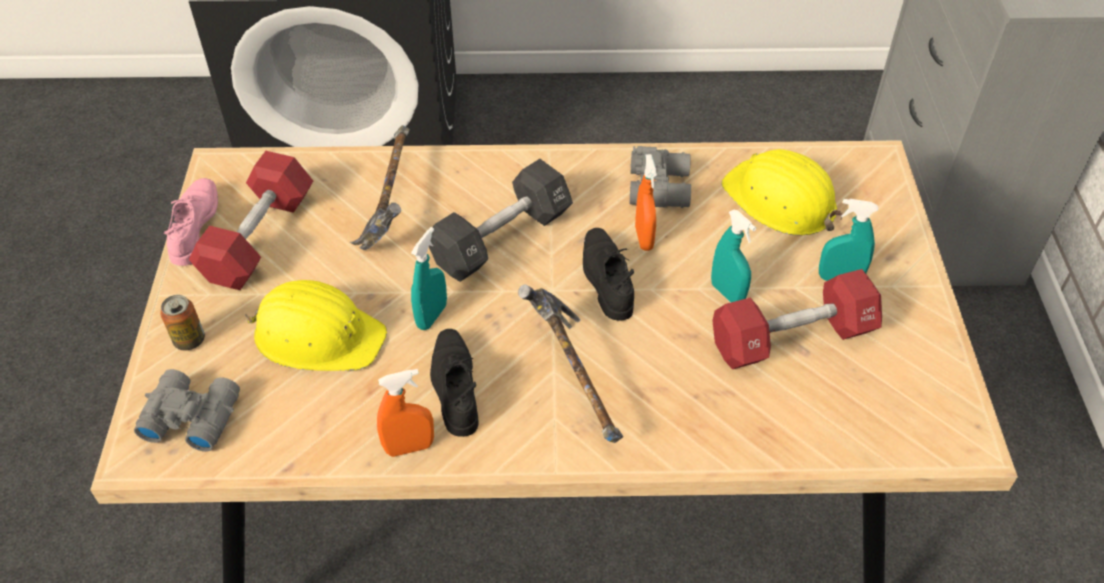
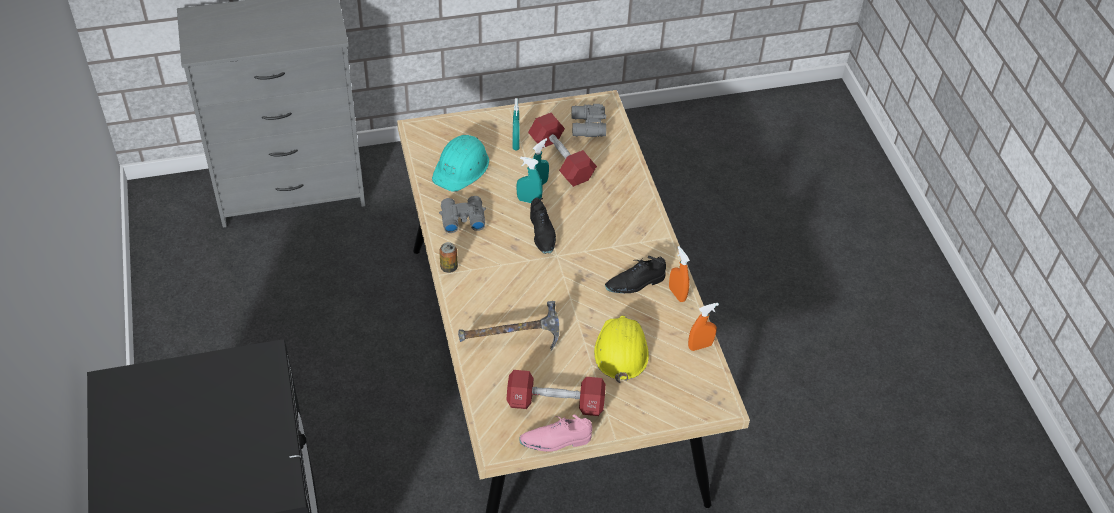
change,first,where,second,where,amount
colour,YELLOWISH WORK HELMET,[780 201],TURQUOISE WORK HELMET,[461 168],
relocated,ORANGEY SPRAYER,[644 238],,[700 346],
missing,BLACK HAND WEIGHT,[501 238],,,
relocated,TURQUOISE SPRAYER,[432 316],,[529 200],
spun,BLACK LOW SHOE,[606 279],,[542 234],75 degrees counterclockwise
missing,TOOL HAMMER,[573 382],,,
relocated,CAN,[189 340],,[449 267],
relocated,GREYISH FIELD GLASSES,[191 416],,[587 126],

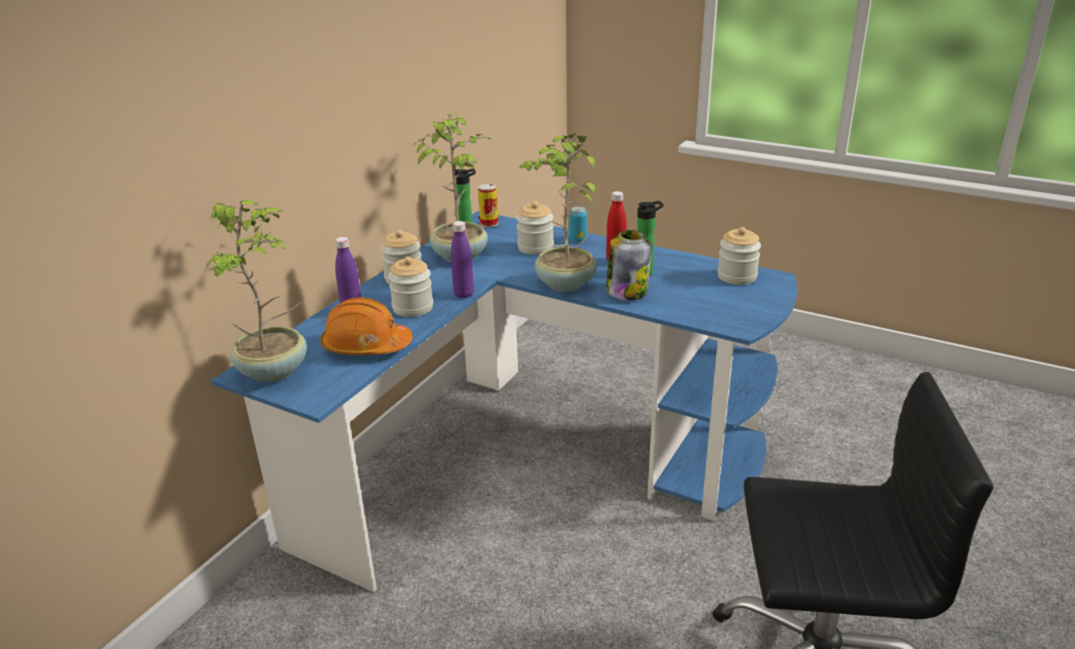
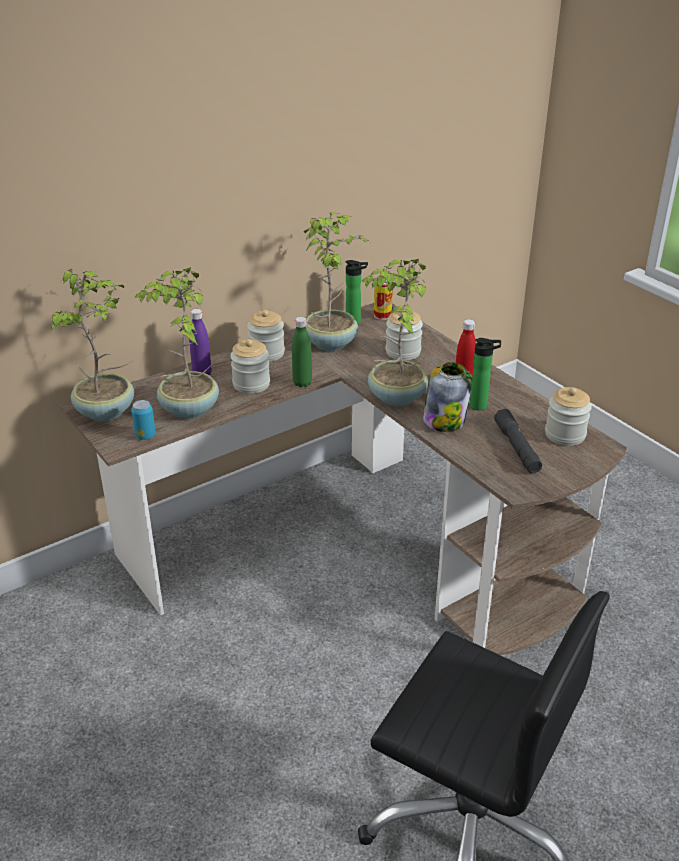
change,first,where,second,where,amount
relocated,CAN,[578 239],,[145 436],
colour,BLUE-COLOURED DESK UNIT,[528 457],BROWN-COLOURED DESK UNIT,[357 544],
colour,PURPLISH DRINK BOTTLE,[464 294],GREEN-COLOURED DRINK BOTTLE,[302 383],
exchanged,ORANGEY WORK HELMET,[366 346],PLANT IN A POT,[188 410],
appeared,,,GREYISH FLASHLIGHT,[517 447],

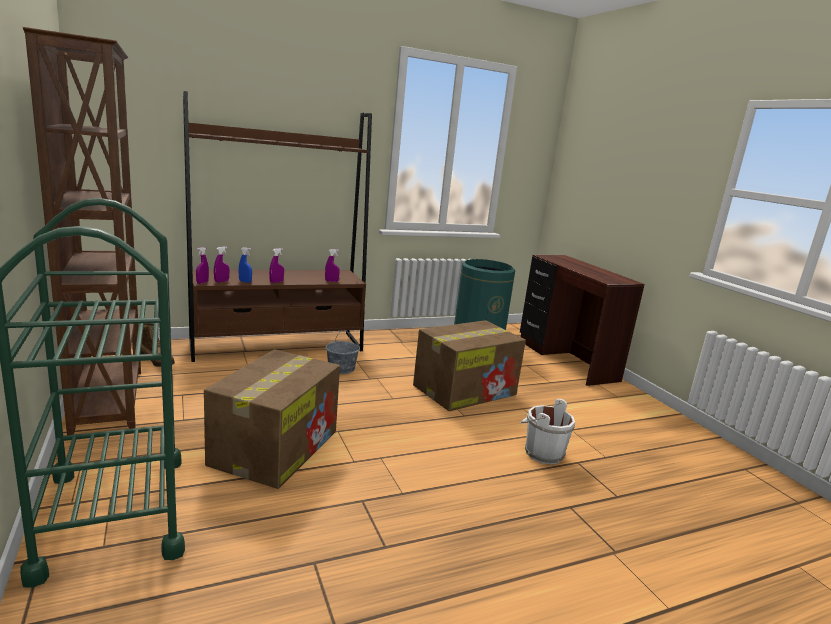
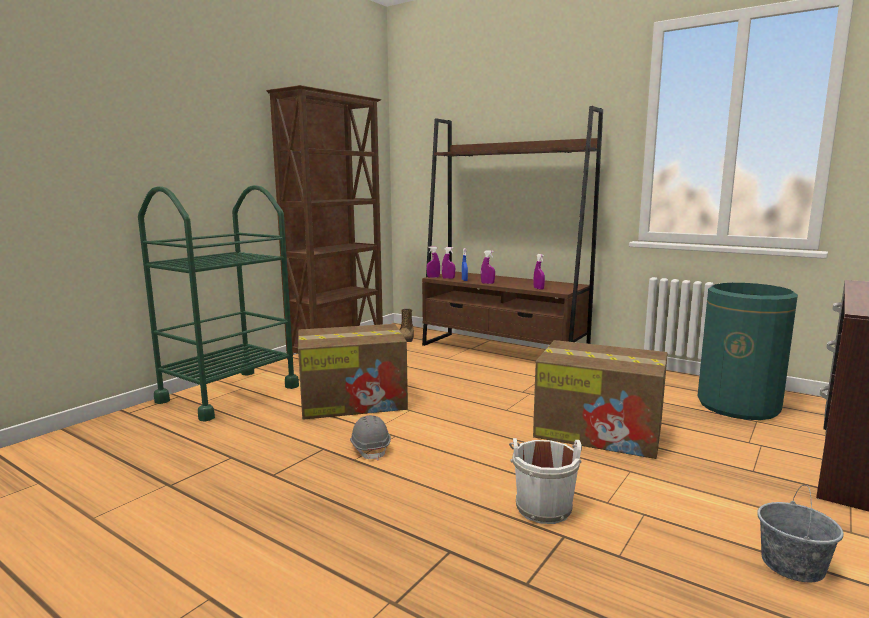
change,first,where,second,where,amount
relocated,GREYISH WATER BUCKET,[341 369],,[792 564],
appeared,,,GREYISH WORK HELMET,[370 448],

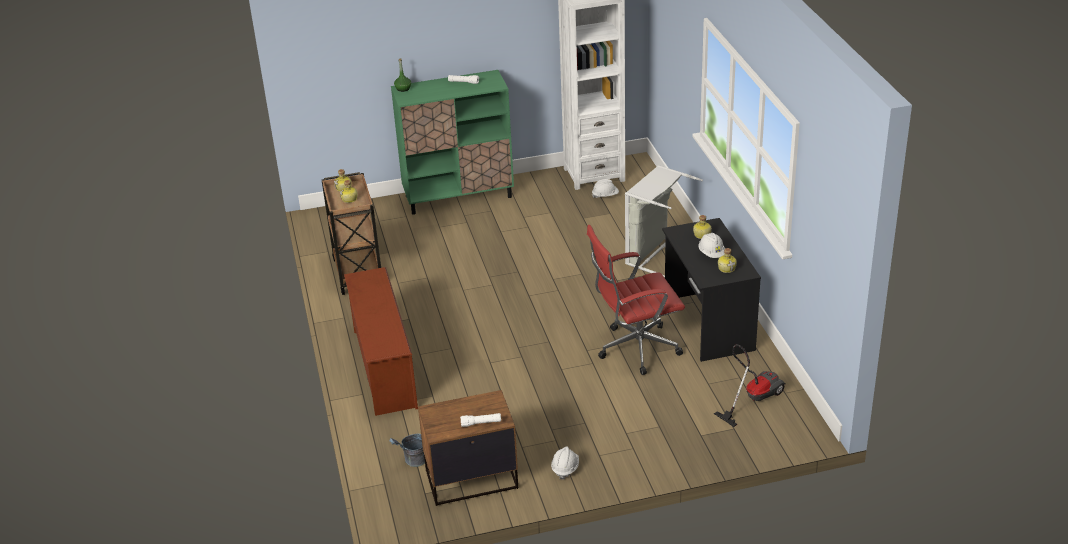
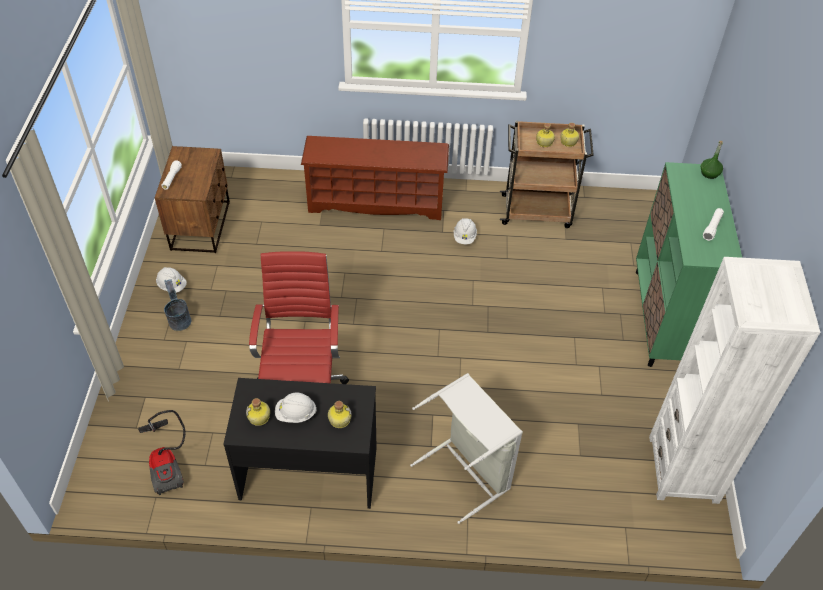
change,first,where,second,where,amount
relocated,WHITE-COLOURED WORK HELMET,[605 196],,[464 237],
relocated,GREYISH WATER BUCKET,[412 461],,[179 319],

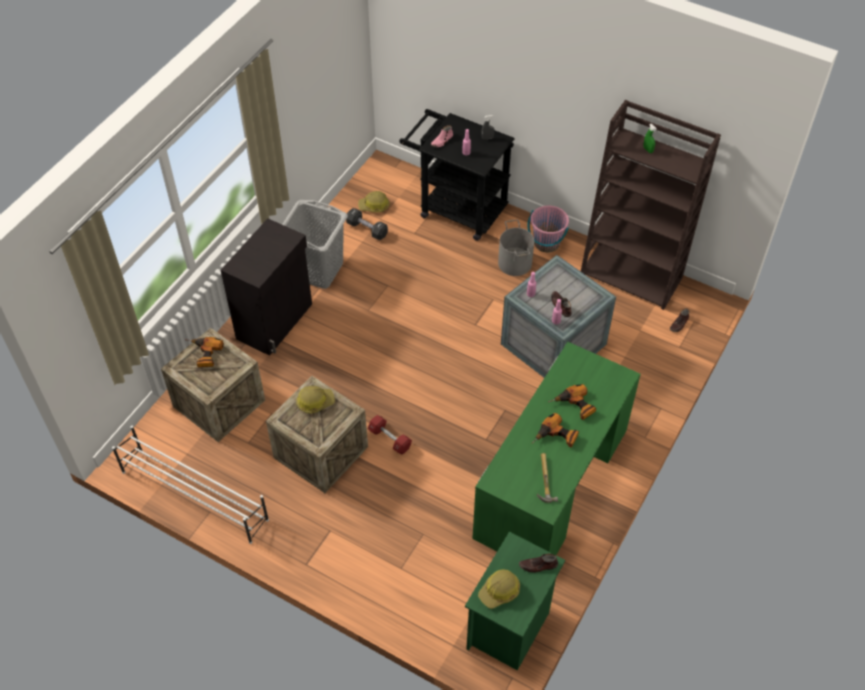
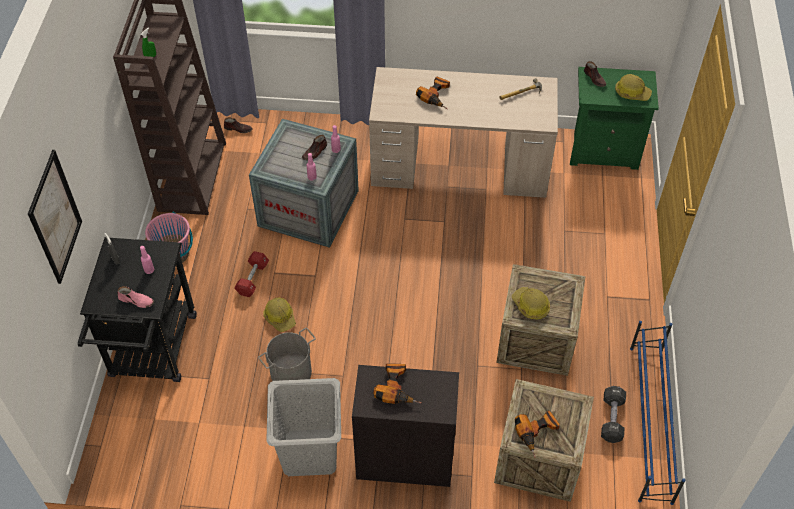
change,first,where,second,where,amount
relocated,WORK HELMET,[374 206],,[280 317],
relocated,BLACK HAND WEIGHT,[367 229],,[612 419],
relocated,GREYISH WATER BUCKET,[515 263],,[290 371],
colour,GREEN-COLOURED DESK UNIT,[550 483],BEIGE DESK UNIT,[460 165],
relocated,POWER DRILL,[556 437],,[398 387],
relocated,RED-COLOURED HAND WEIGHT,[389 439],,[252 279],
colour,WHITE-COLOURED SHOE STAND,[194 495],BLUE-COLOURED SHOE STAND,[650 423],
appeared,,,WALL ART,[55 217],

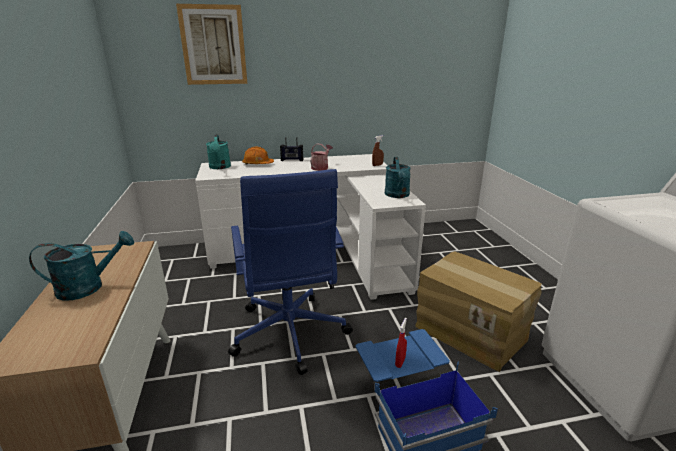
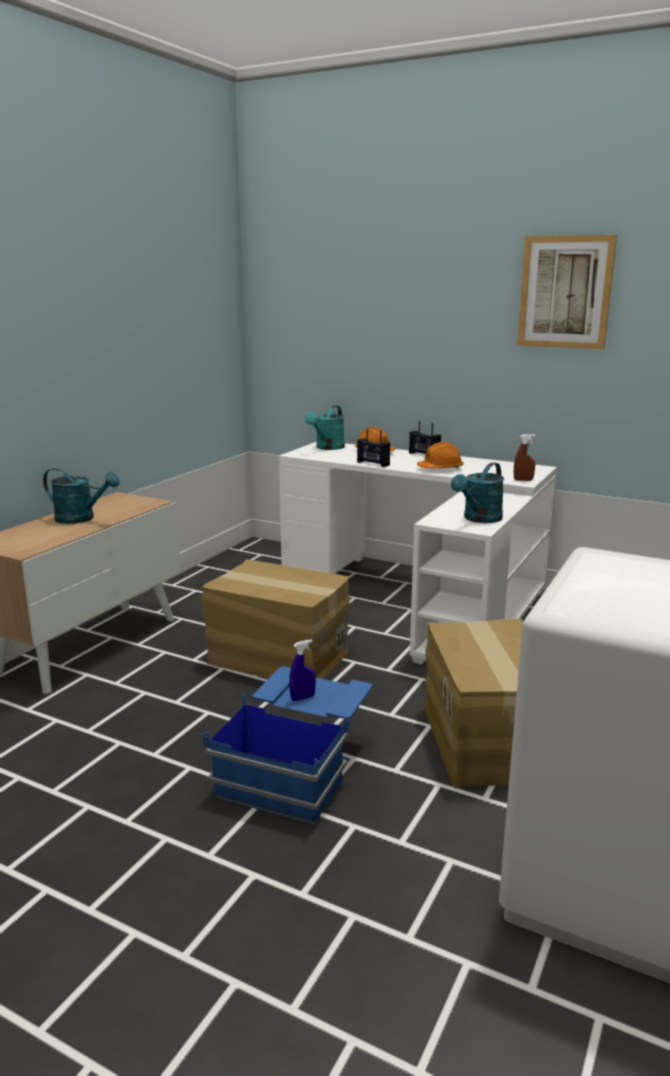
change,first,where,second,where,amount
relocated,WALL ART,[213 45],,[565 292],
exchanged,SPRINKLING CAN,[321 167],ORANGEY WORK HELMET,[440 468],
exchanged,BLUE-COLOURED DESK CHAIR,[290 335],PACKING BOX,[277 657],
colour,RED-COLOURED SPRAYER,[400 362],BLUE-COLOURED SPRAYER,[302 698],
appeared,,,RADIO RECEIVER,[373 464],

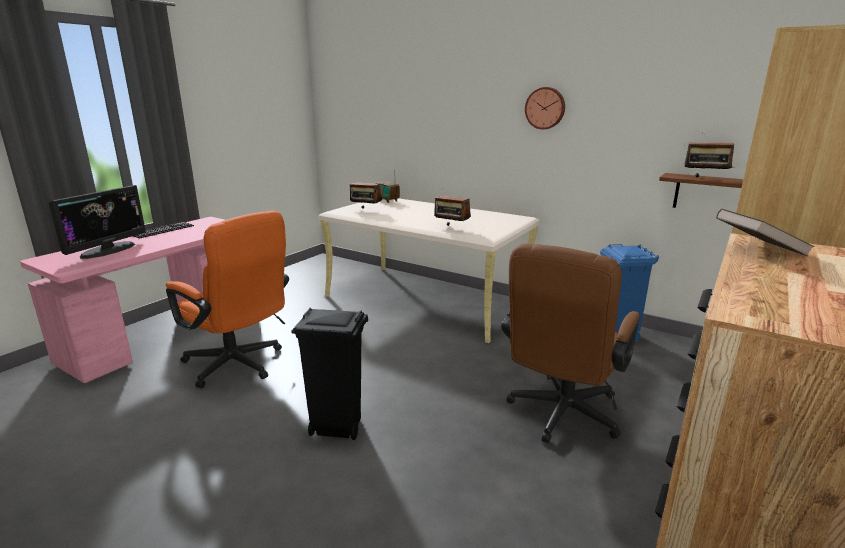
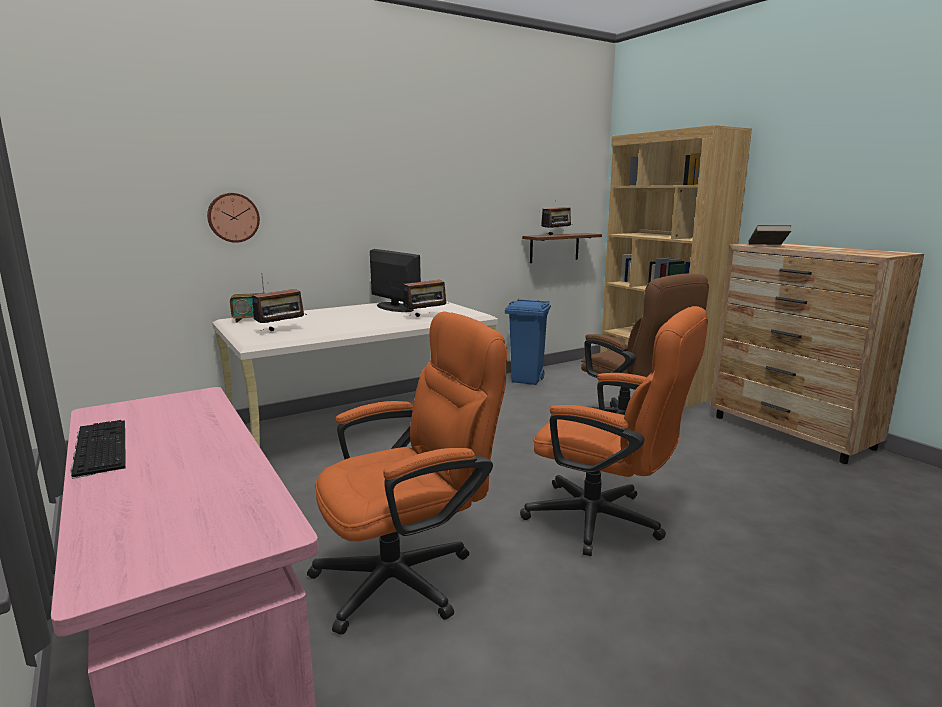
change,first,where,second,where,amount
relocated,CLOCK ON THE WALL,[545 108],,[233 217],
relocated,MONITOR,[108 250],,[394 307],
exchanged,BLACK WASTE BIN,[336 428],ORANGEY DESK CHAIR,[605 522],

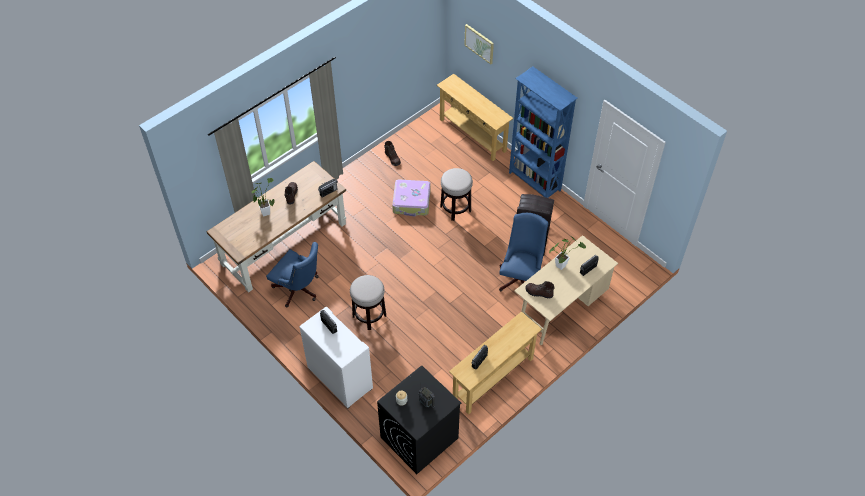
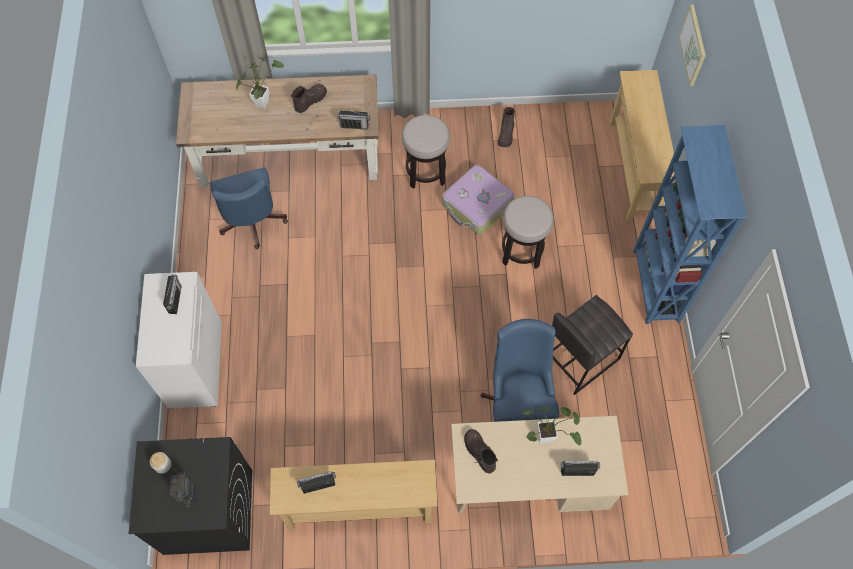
change,first,where,second,where,amount
spun,BLUE-COLOURED DESK CHAIR,[521 277],,[518 402],60 degrees counterclockwise
relocated,STOOL,[369 315],,[425 172],

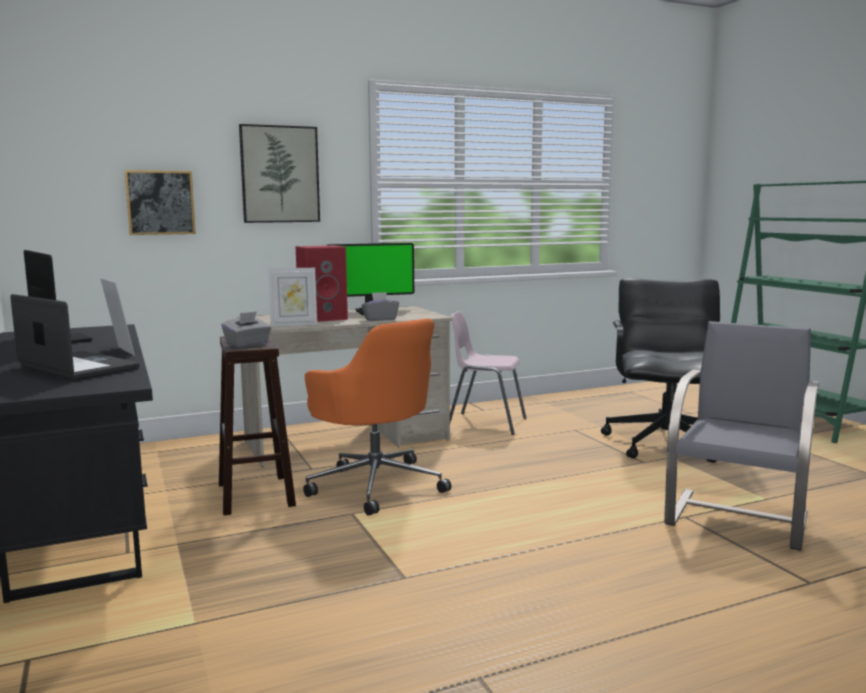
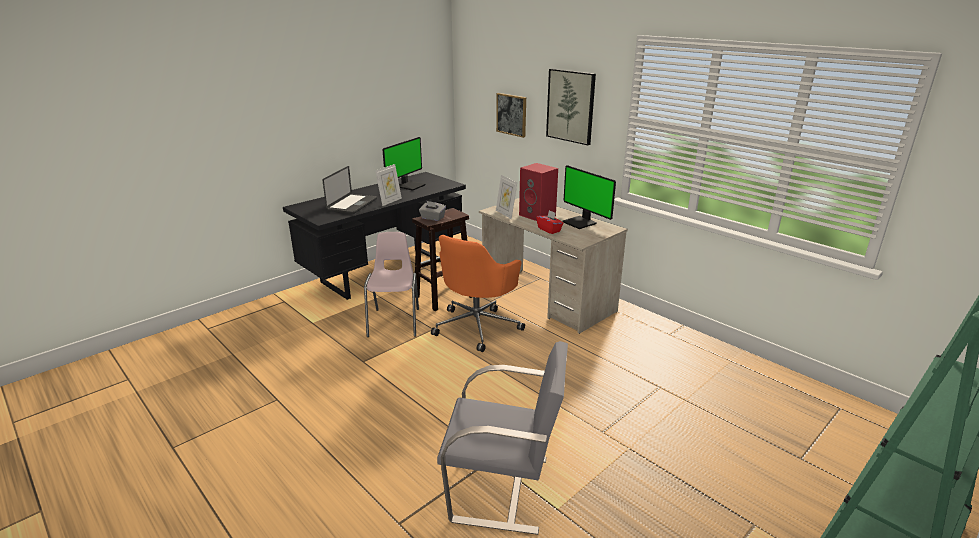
change,first,where,second,where,amount
missing,BLACK DESK CHAIR,[666 443],,,
colour,GREYISH BOX OF TISSUES,[380 319],RED-COLOURED BOX OF TISSUES,[549 230],
relocated,PINK-COLOURED CHAIR,[485 423],,[395 322],

